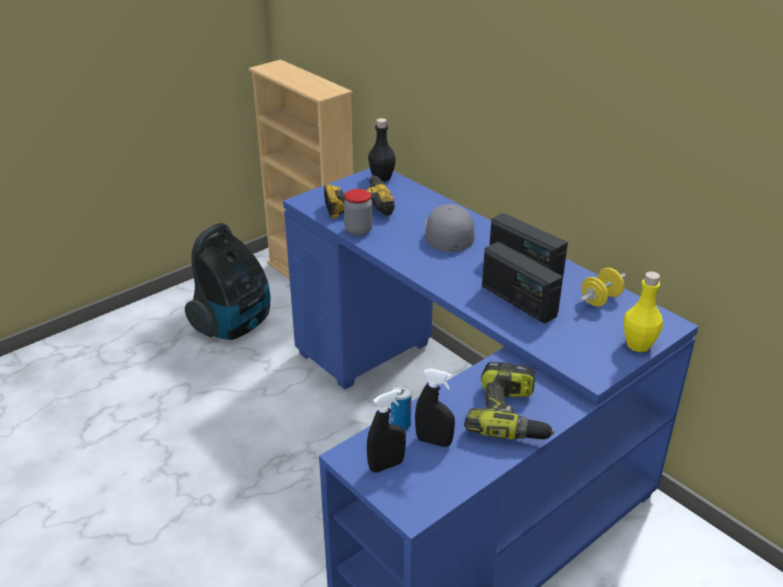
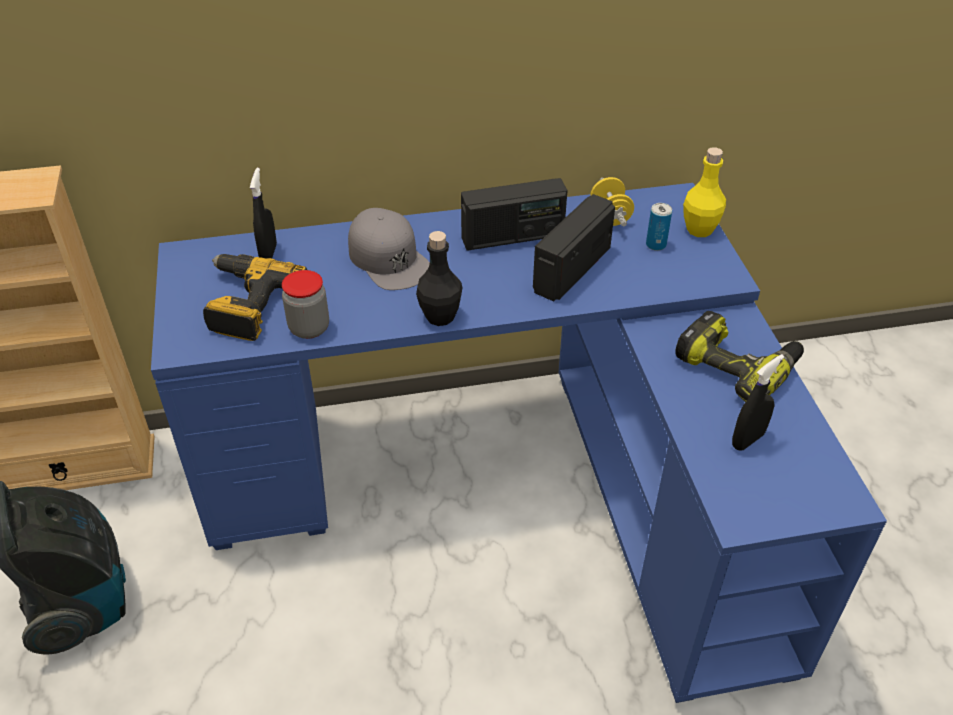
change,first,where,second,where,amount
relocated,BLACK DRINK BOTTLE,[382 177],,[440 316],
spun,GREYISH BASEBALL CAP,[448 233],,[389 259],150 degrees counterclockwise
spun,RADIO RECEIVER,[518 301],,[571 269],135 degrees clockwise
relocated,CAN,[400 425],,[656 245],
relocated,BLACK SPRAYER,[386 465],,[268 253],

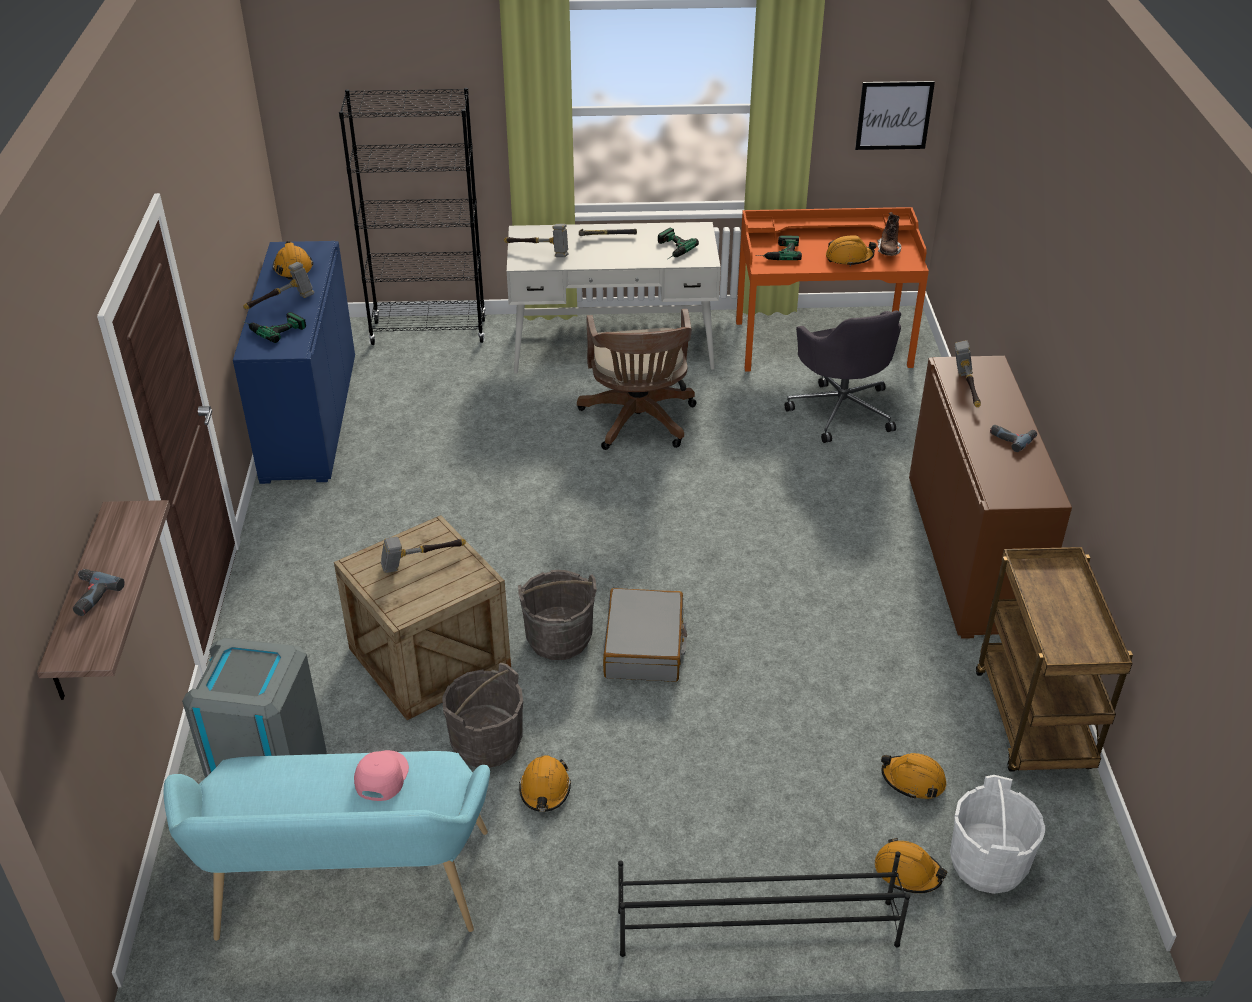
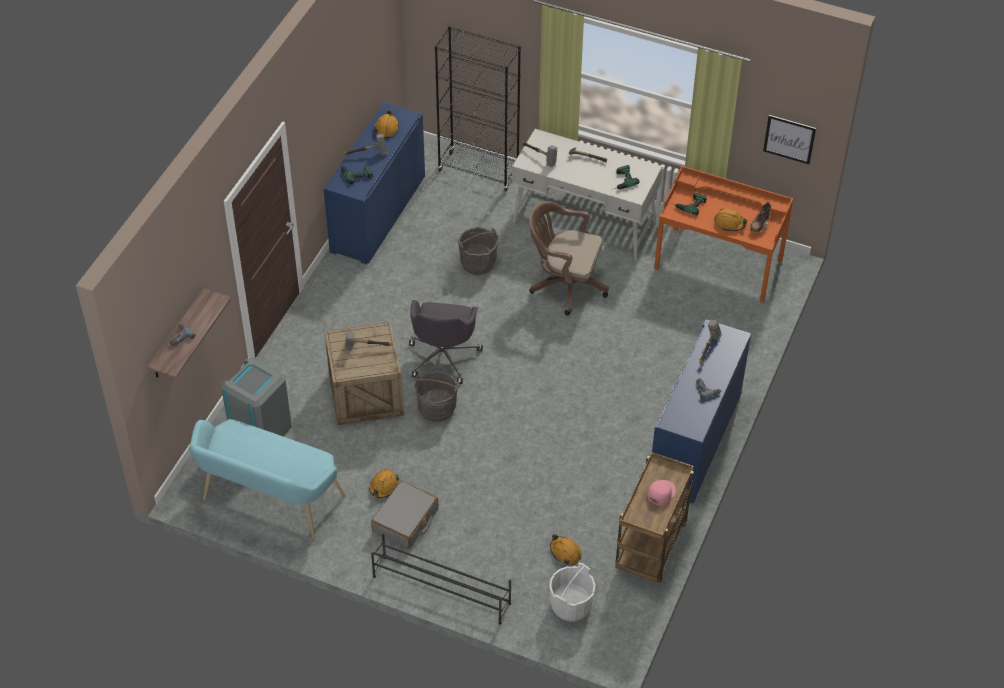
change,first,where,second,where,amount
spun,BROWN-COLOURED DESK CHAIR,[639 423],,[564 284],90 degrees clockwise
relocated,GREYISH DESK CHAIR,[841 410],,[443 356],
colour,BROWN-COLOURED STORAGE CABINET,[969 553],BLUE-COLOURED STORAGE CABINET,[695 440],
relocated,GREYISH SUITCASE,[644 647],,[405 520],
relocated,GREYISH WATER BUCKET,[486 742],,[478 263],
relocated,PINK-COLOURED BASEBALL CAP,[380 776],,[661 492],
missing,ORANGEY WORK HELMET,[908 872],,,

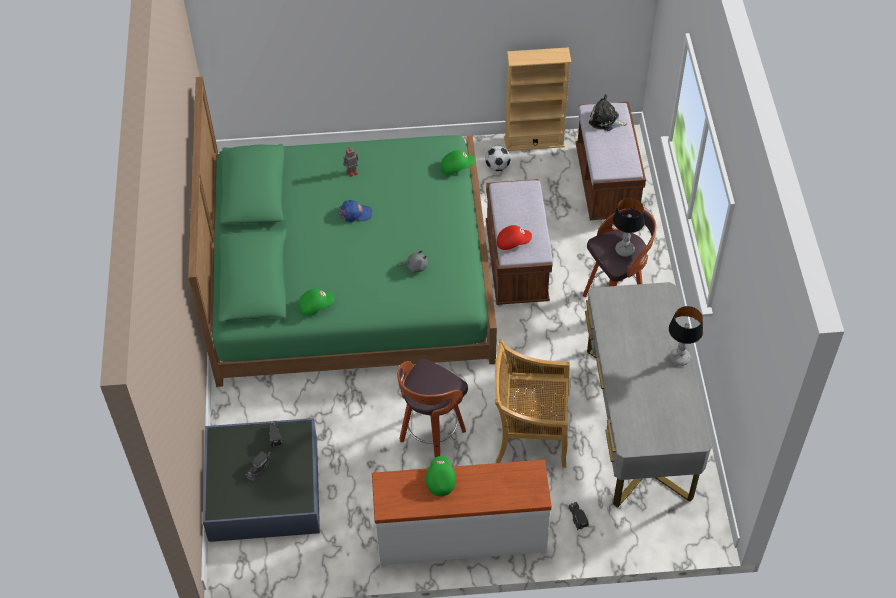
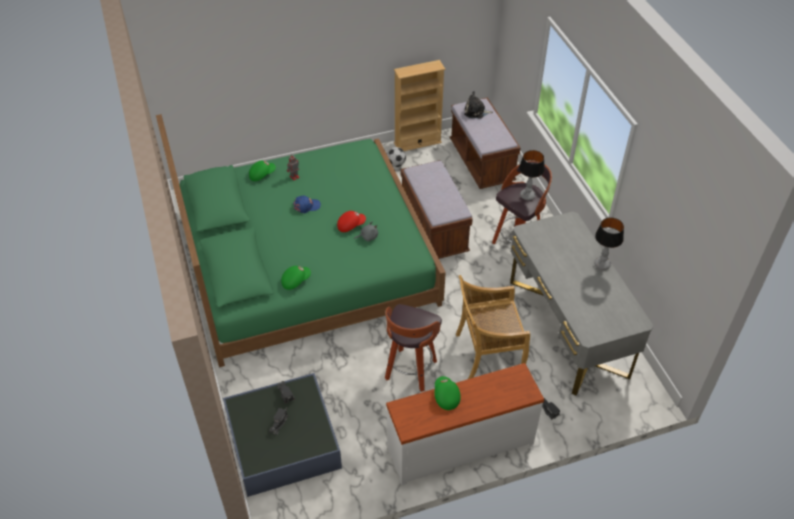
change,first,where,second,where,amount
relocated,GREEN-COLOURED BASEBALL CAP,[457 167],,[262 174],
relocated,RED-COLOURED BASEBALL CAP,[513 242],,[350 225],

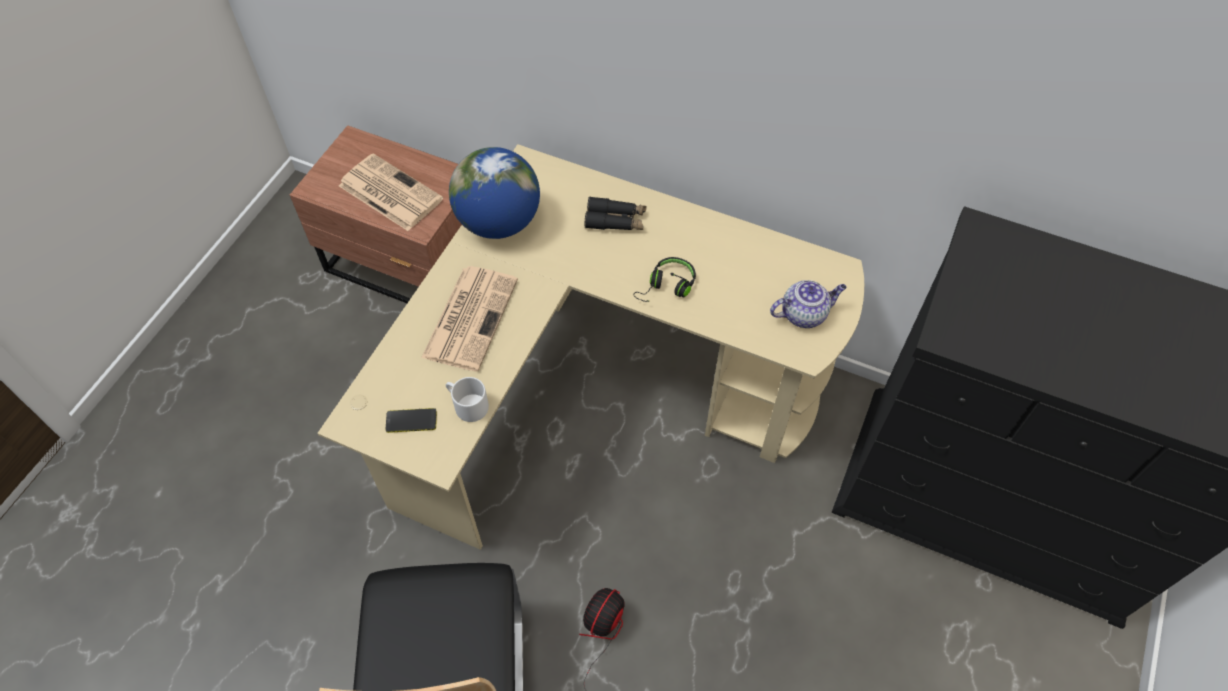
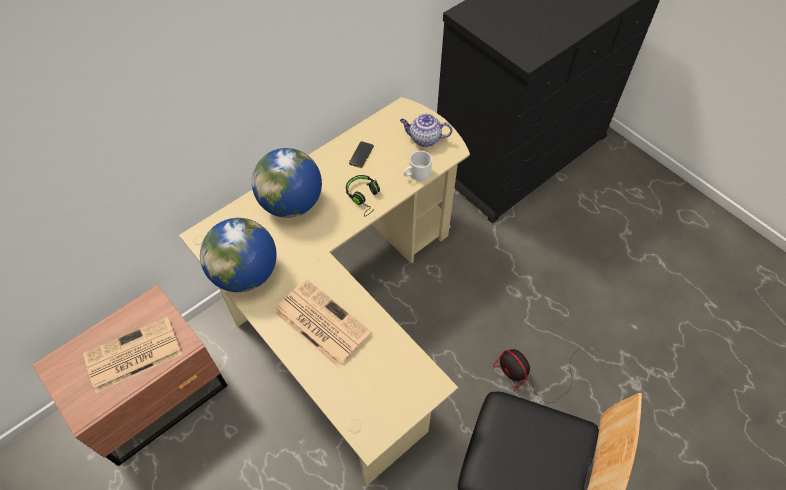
change,first,where,second,where,amount
exchanged,BLACK FIELD GLASSES,[615 220],WORLD GLOBE,[291 203],
spun,TEA POT,[804 314],,[424 139],90 degrees counterclockwise
relocated,WHITE-COLOURED COFFEE MUG,[466 405],,[417 174],
relocated,TELEPHONE,[411 421],,[361 155],

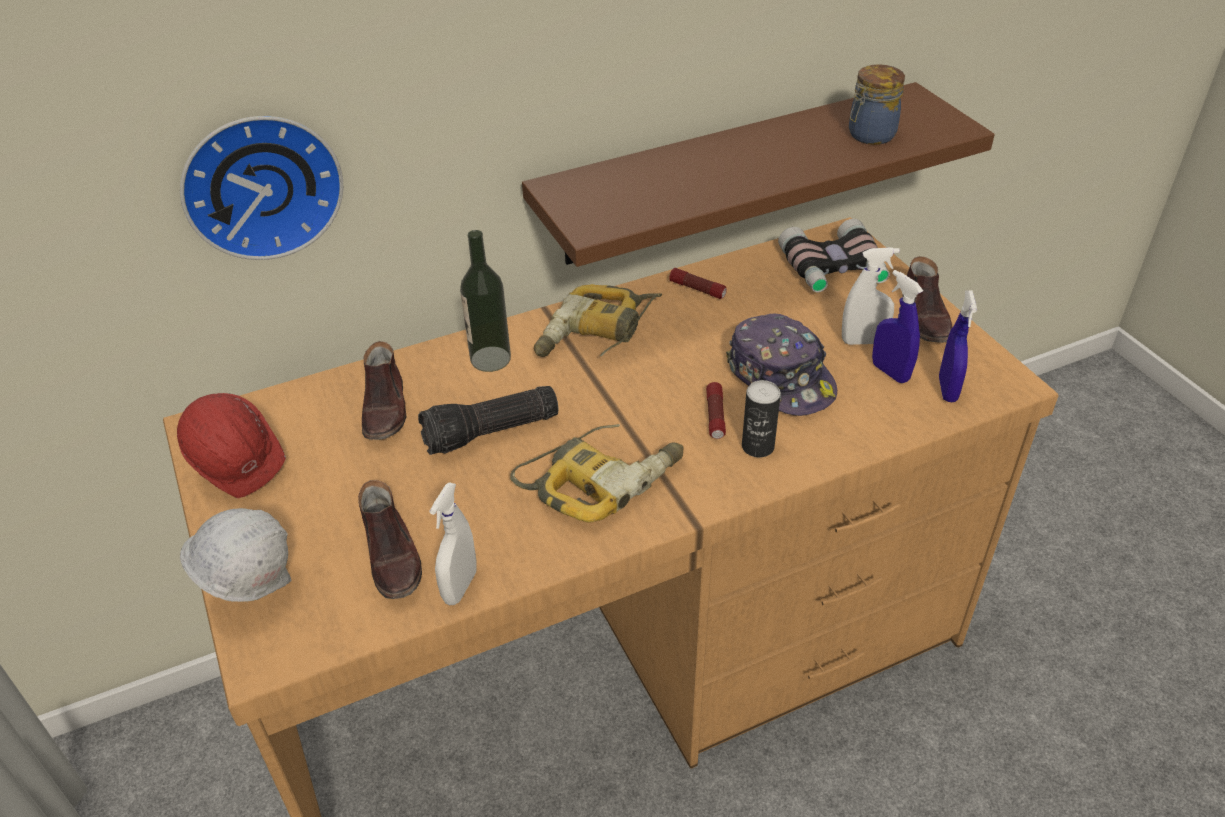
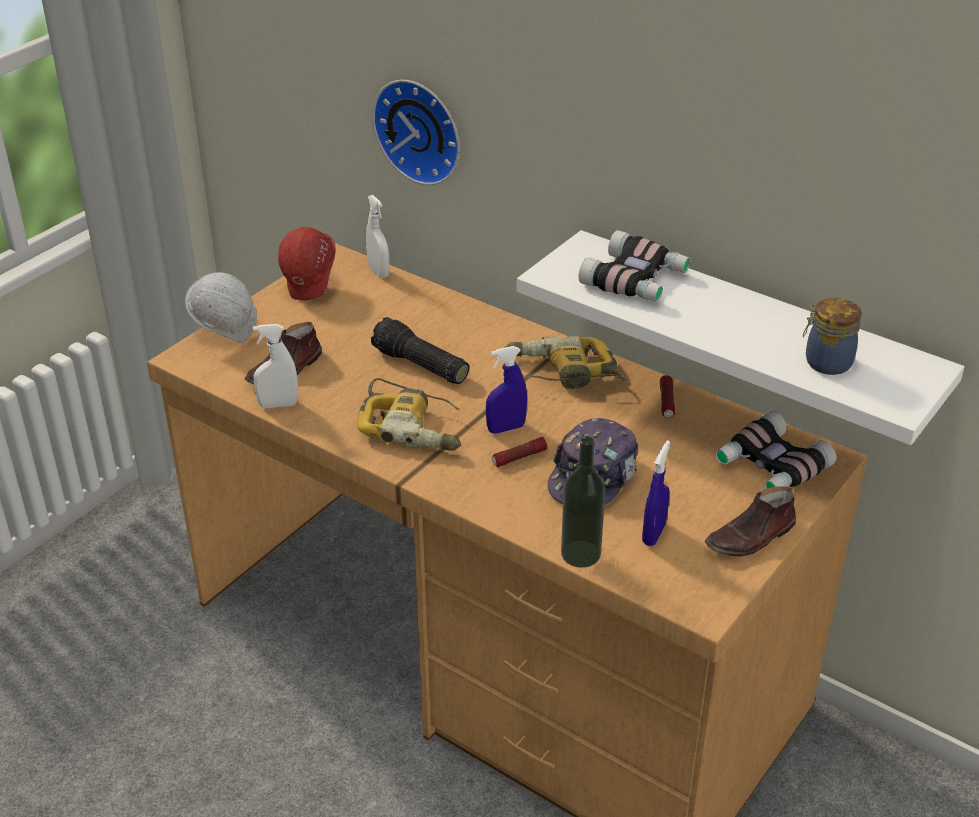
change,first,where,second,where,amount
colour,BROWN-COLOURED WALL SHELF,[728 174],WHITE-COLOURED WALL SHELF,[753 333],
relocated,DRINK BOTTLE,[490 359],,[580 554],
relocated,WHITE-COLOURED SPRAYER,[863 341],,[378 272],
relocated,BLUE-COLOURED SPRAYER,[947 390],,[506 428],
missing,BROWN-COLOURED LOW SHOE,[385 408],,,
missing,CAN,[758 446],,,
appeared,,,FIELD GLASSES,[636 280],

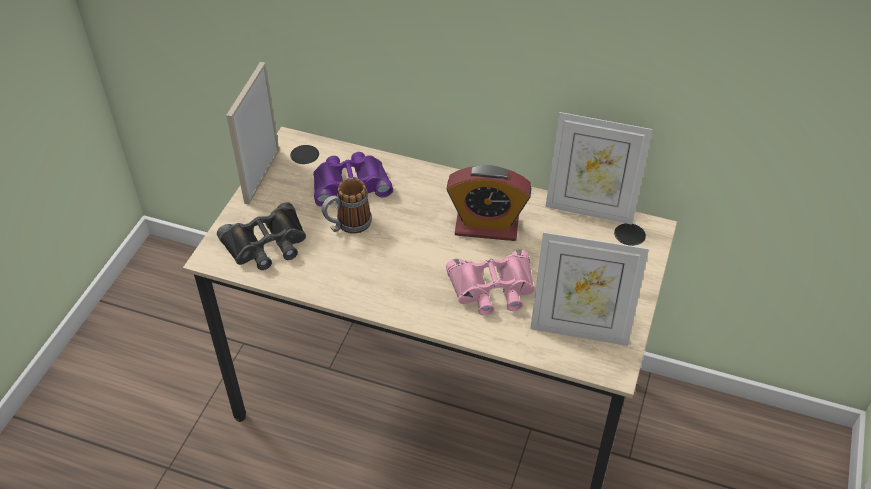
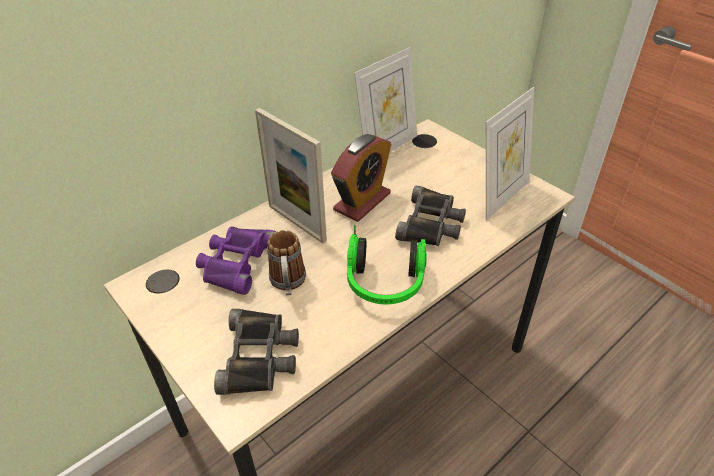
change,first,where,second,where,amount
relocated,STANDING FRAME,[262 176],,[297 223],
colour,PINK-COLOURED FIELD GLASSES,[492 288],BLACK FIELD GLASSES,[431 223],
appeared,,,HEADPHONES,[385 285],

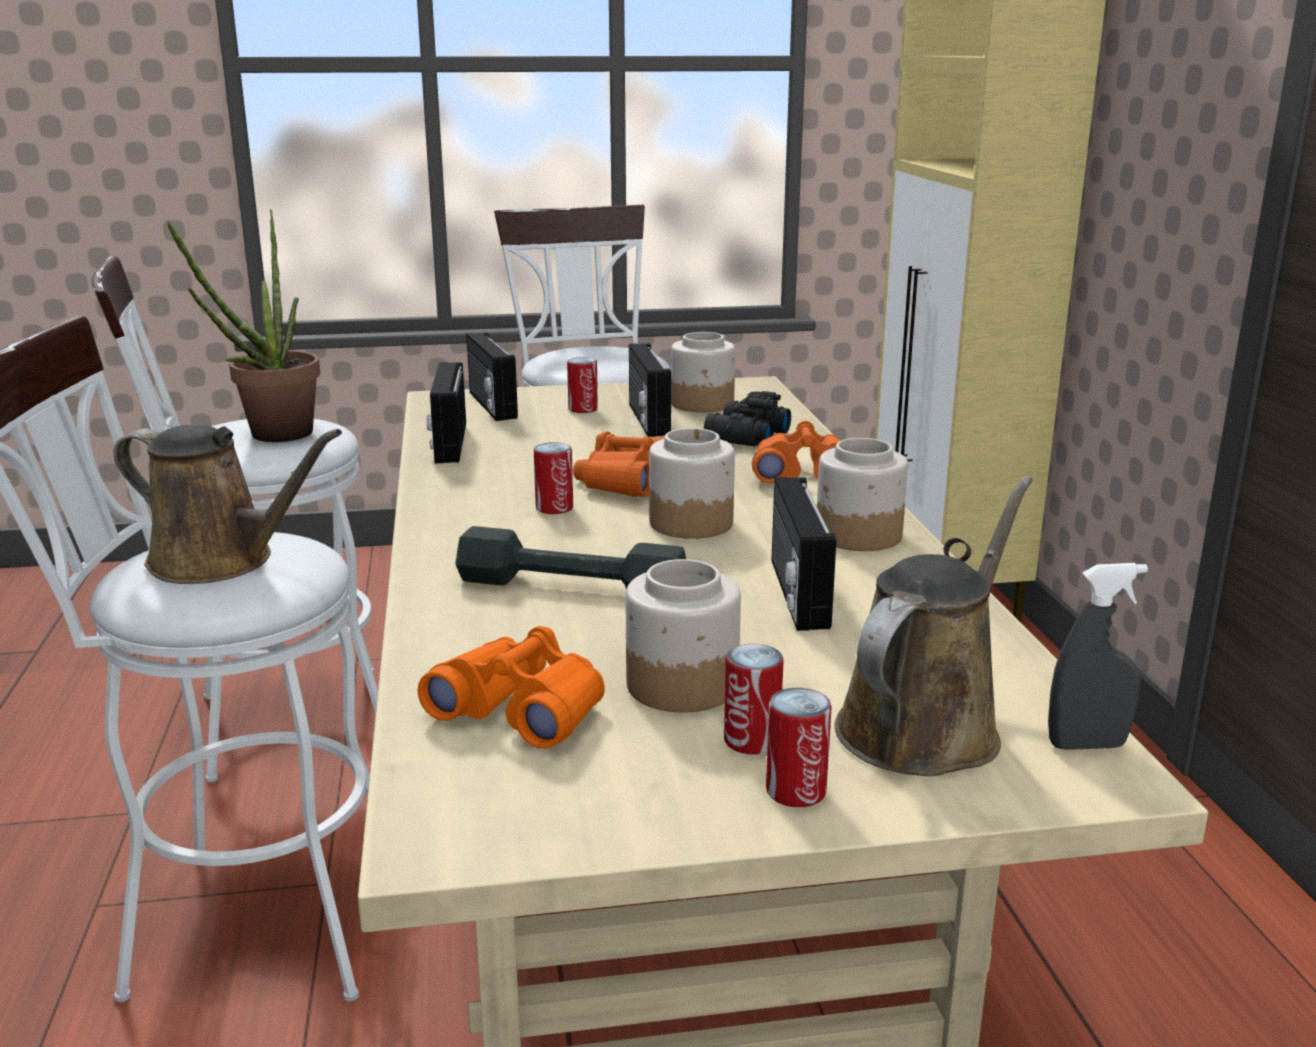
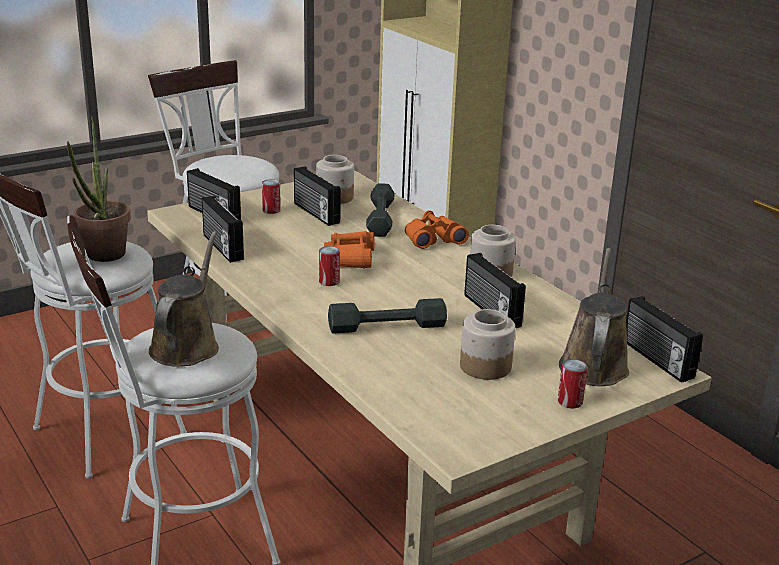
change,first,where,second,where,amount
exchanged,BLACK FIELD GLASSES,[745 437],GREYISH HAND WEIGHT,[380 218],
spun,BROWN-COLOURED SPRINKLING CAN,[221 561],,[187 345],75 degrees counterclockwise
missing,STORAGE JAR,[691 523],,,
exchanged,GREYISH SPRAYER,[1087 745],RADIO RECEIVER,[656 360],
missing,ORANGEY FIELD GLASSES,[522 709],,,
missing,CAN,[751 740],,,

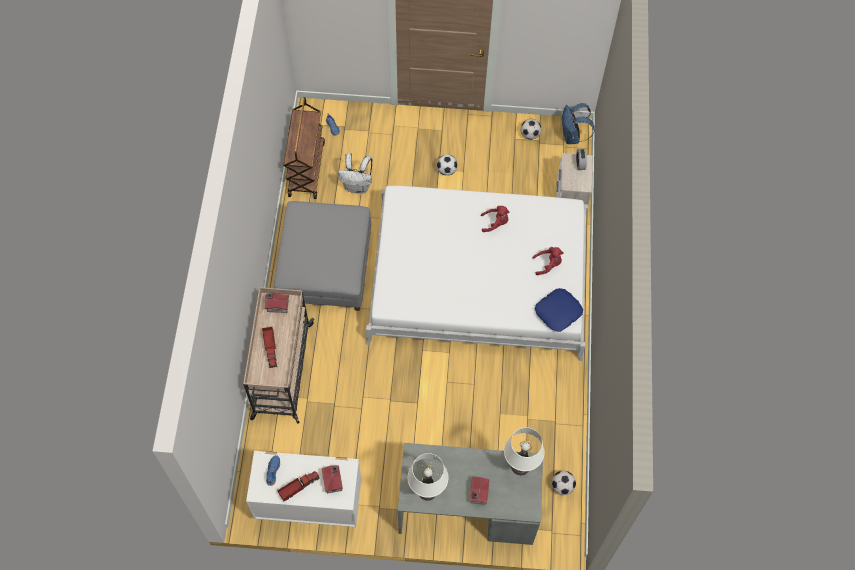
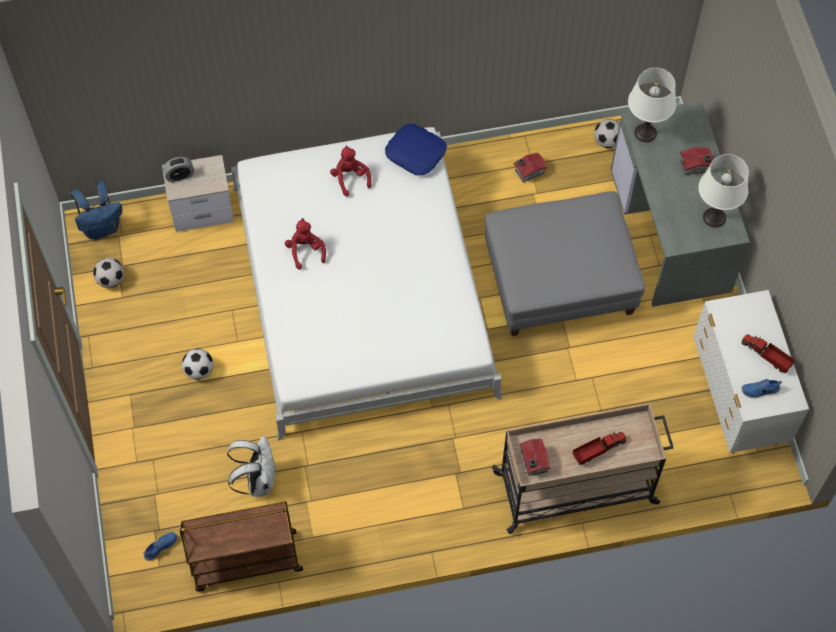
change,first,where,second,where,amount
relocated,GREYISH FOOTREST,[326 268],,[560 279],
relocated,MINIATURE HOUSE,[333 481],,[528 171],

